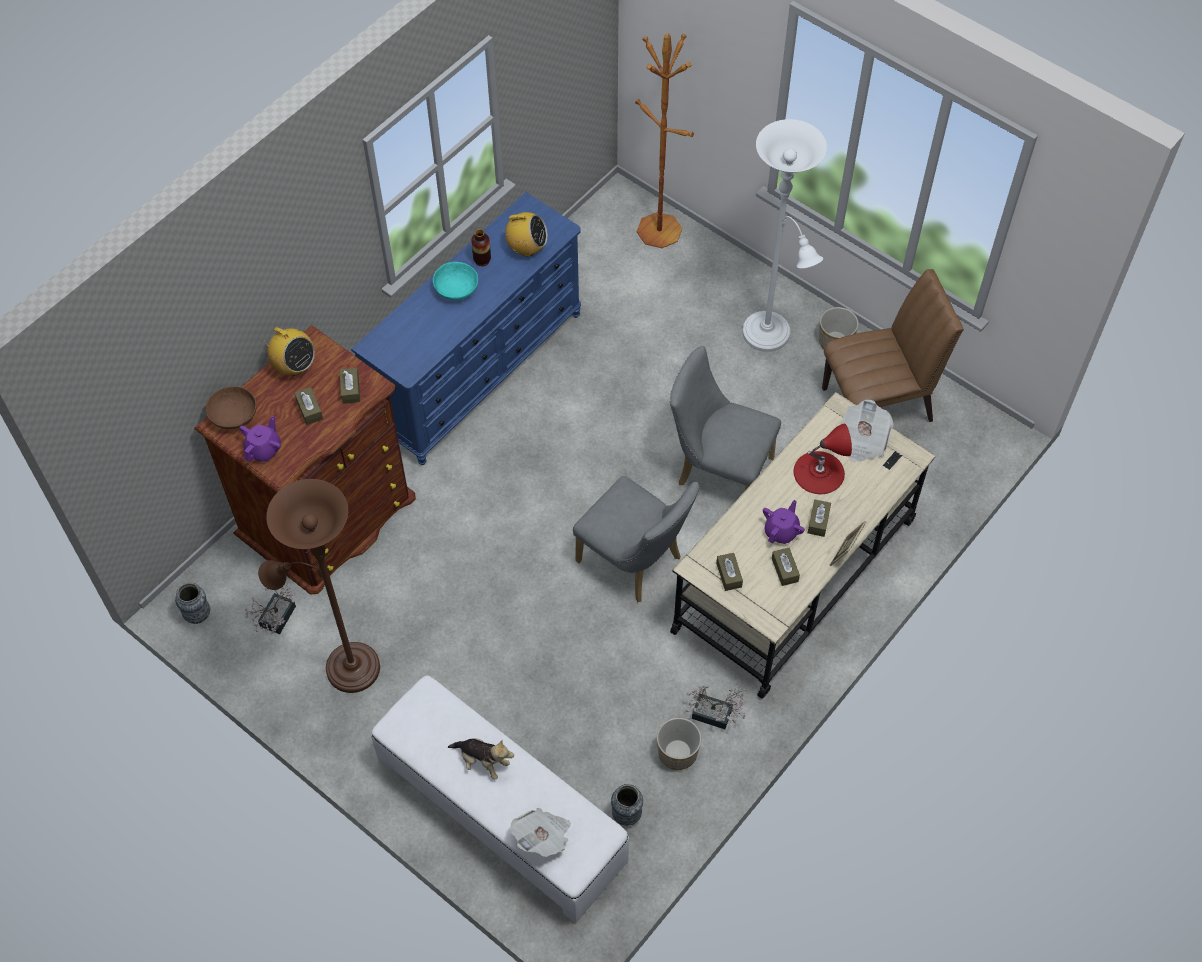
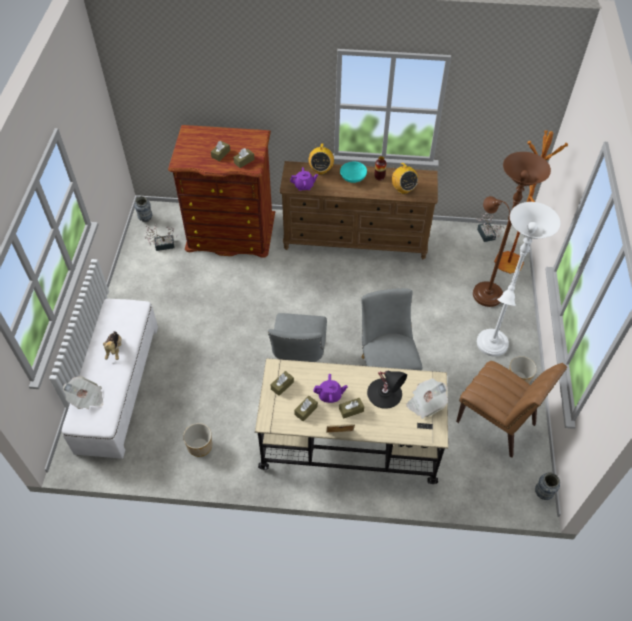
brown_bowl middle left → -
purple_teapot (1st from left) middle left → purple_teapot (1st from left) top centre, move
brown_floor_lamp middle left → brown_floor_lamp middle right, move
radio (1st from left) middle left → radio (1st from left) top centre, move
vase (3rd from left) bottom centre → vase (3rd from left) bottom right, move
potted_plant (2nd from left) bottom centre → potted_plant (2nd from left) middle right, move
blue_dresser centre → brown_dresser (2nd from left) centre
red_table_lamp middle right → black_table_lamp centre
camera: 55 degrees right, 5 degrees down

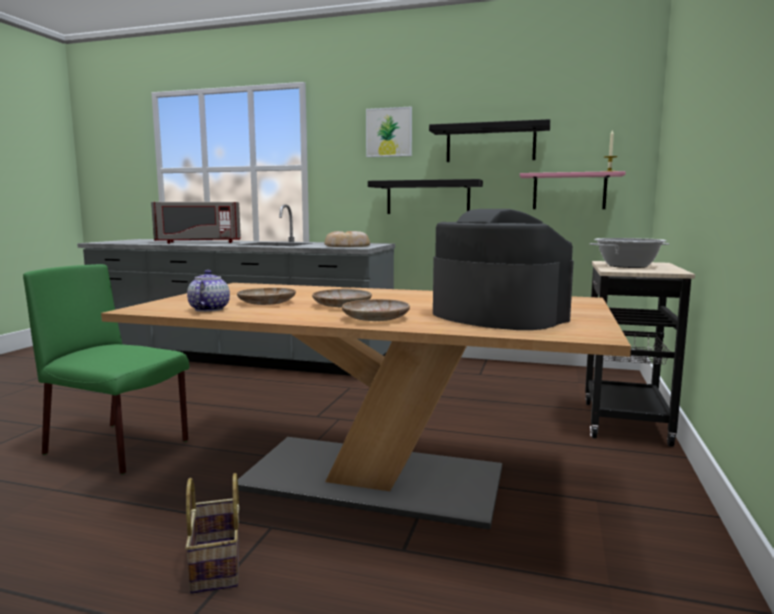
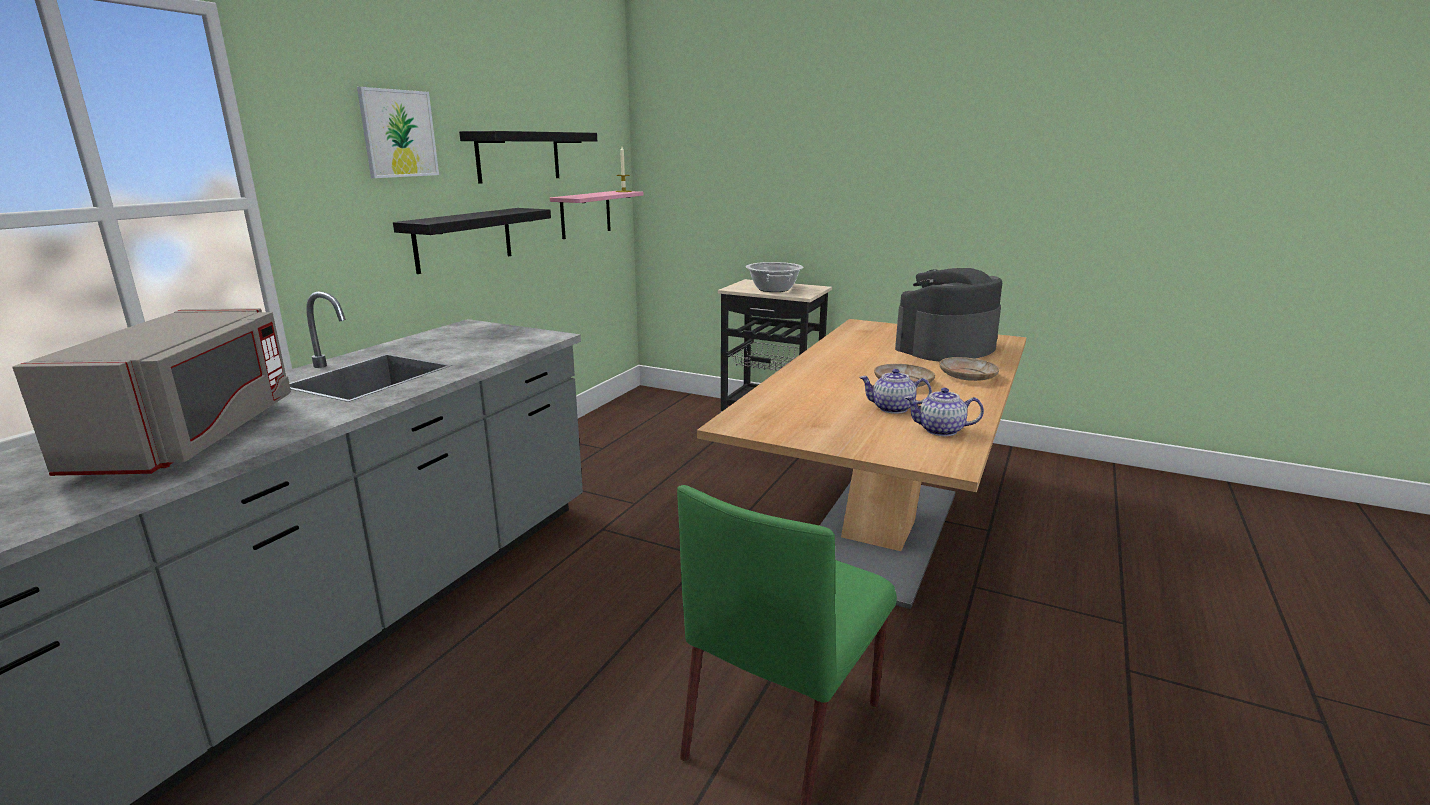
basket bottom left → -
bread centre → -
beige_plate (1st from left) centre → teapot (1st from left) centre
camera: 80 degrees left, 10 degrees up

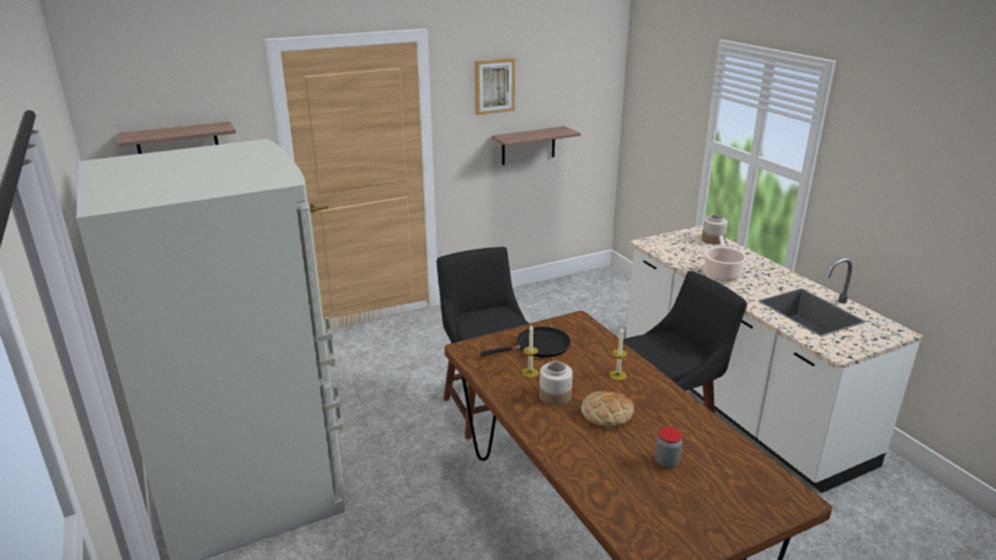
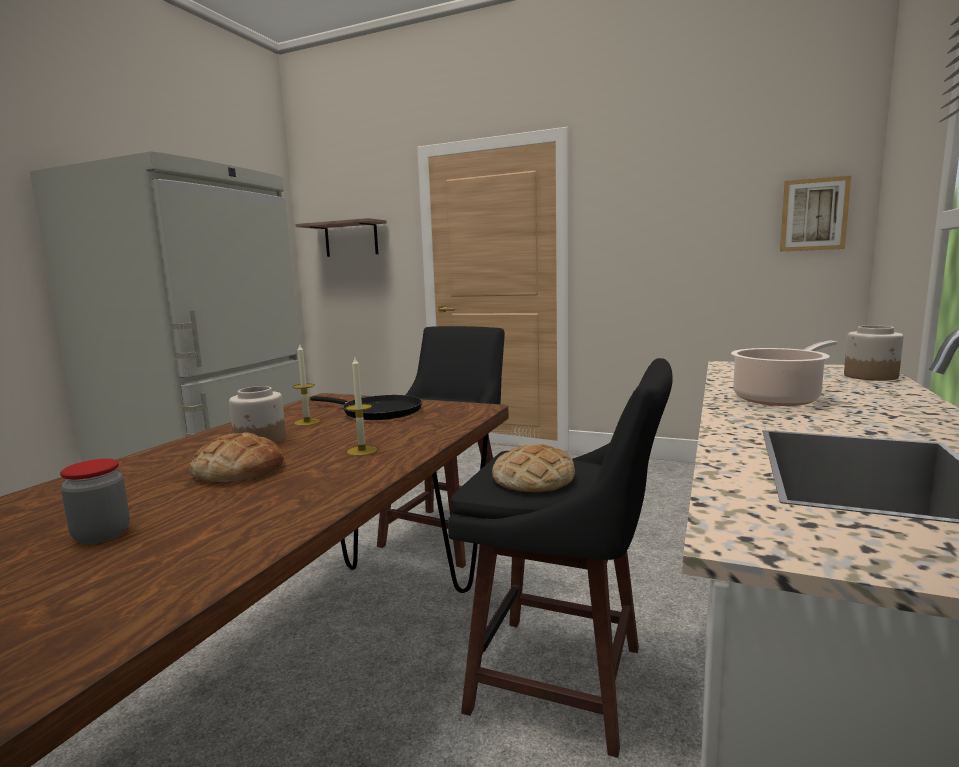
shelf (2nd from left) top centre → -
- → bread (2nd from left) centre
picture top centre → picture top right, move
camera: 50 degrees right, 15 degrees down

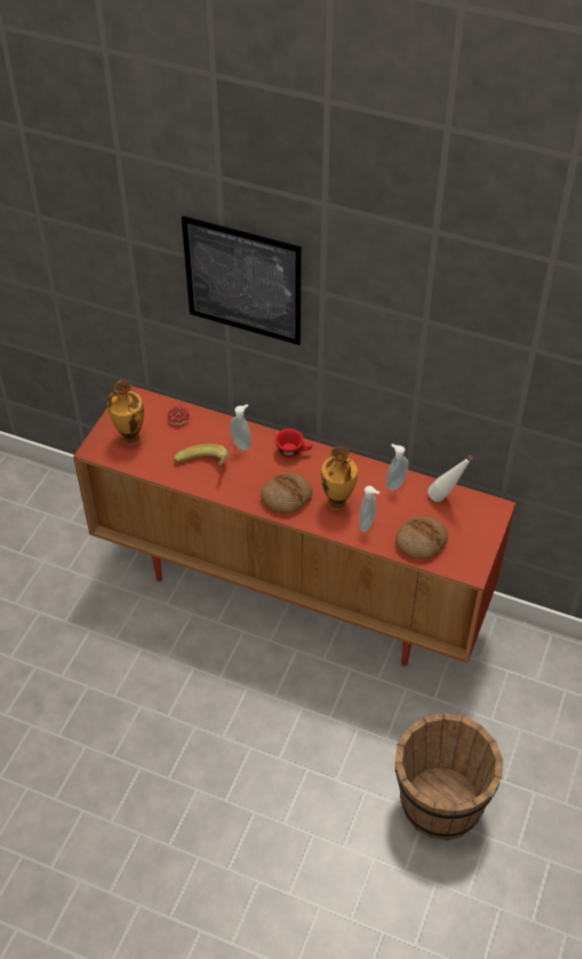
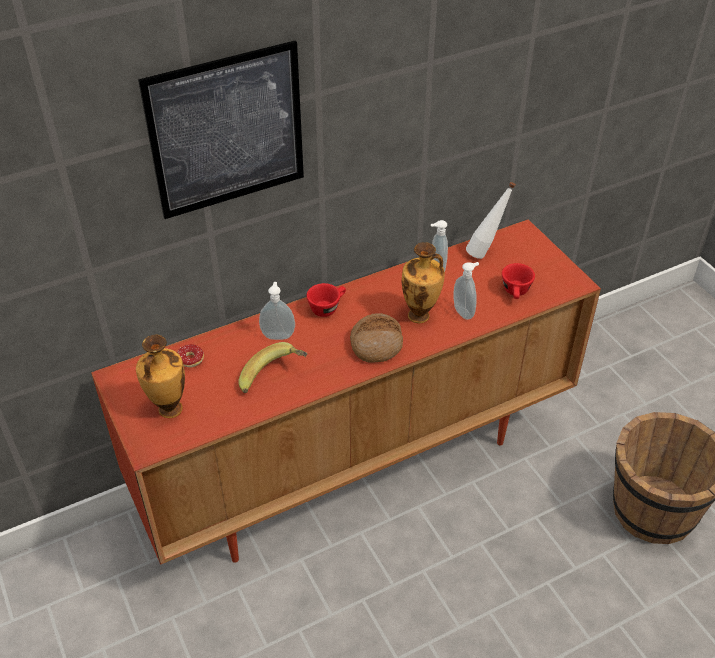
bread (2nd from left) middle right → red_cup (2nd from left) middle right
camera: 50 degrees left, 5 degrees down

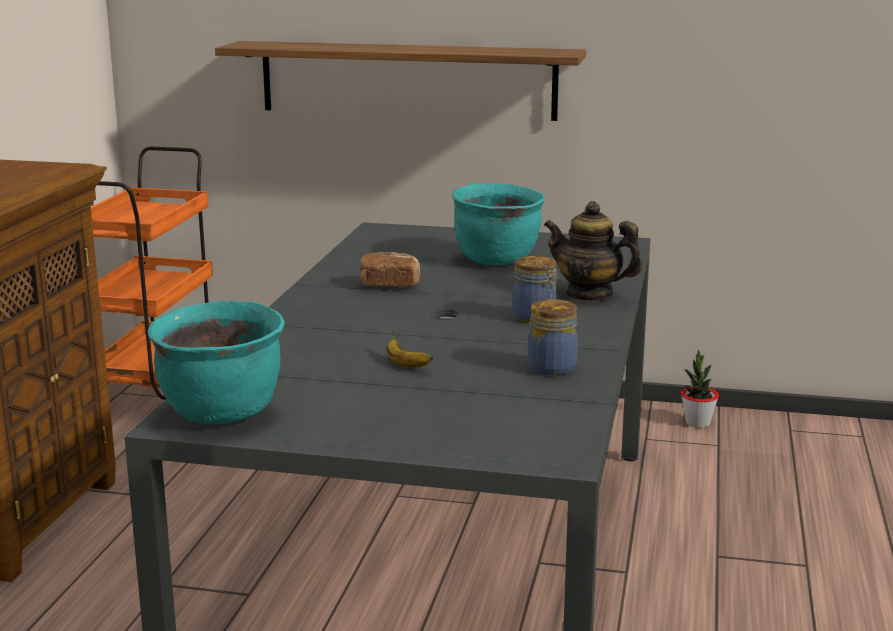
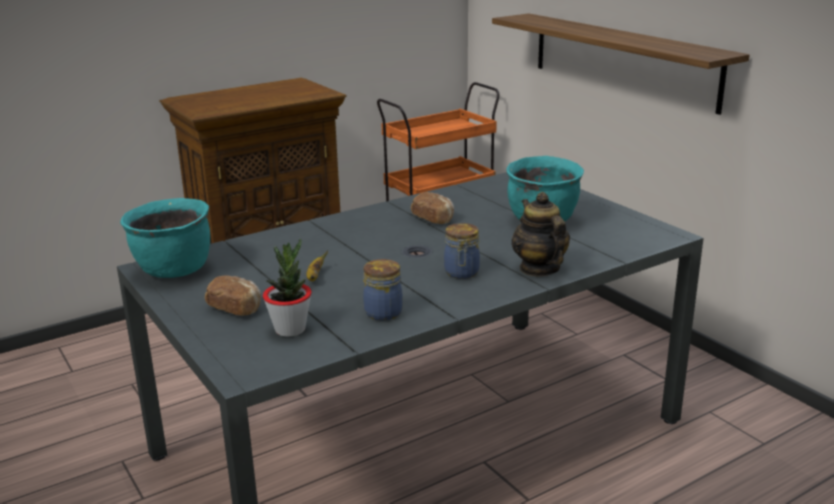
- → bread (1st from left) middle left
potted_plant middle right → potted_plant centre, move
camera: 45 degrees right, 5 degrees up

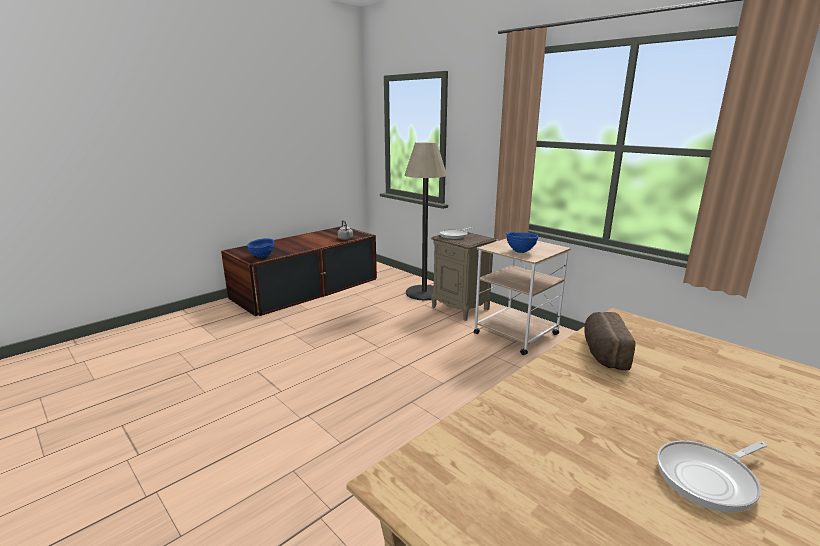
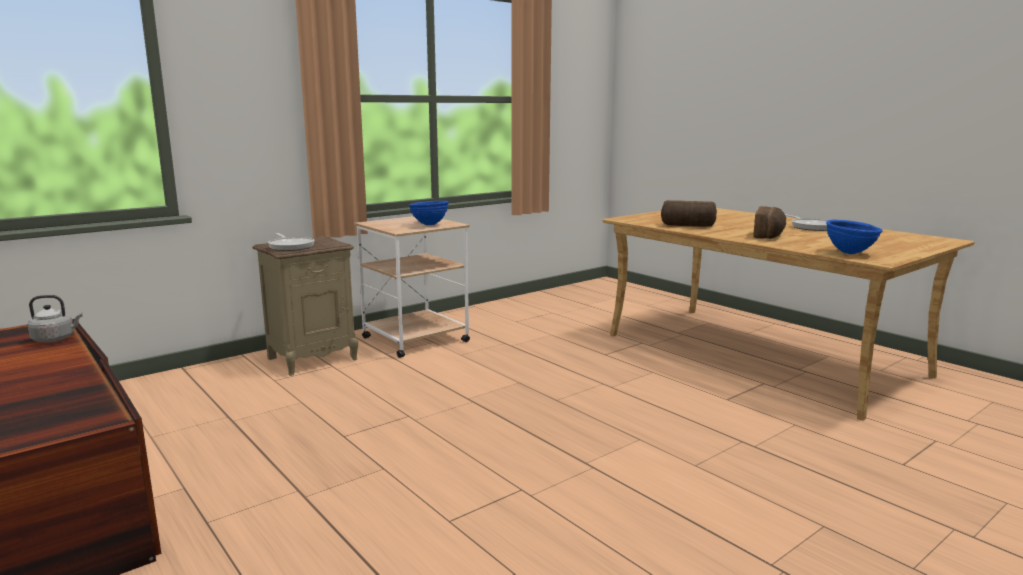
floor_lamp centre → -
- → bread (2nd from left) middle right
blue_bowl (1st from left in the first image) middle left → blue_bowl (2nd from left) middle right, move
camera: 85 degrees left, 5 degrees down

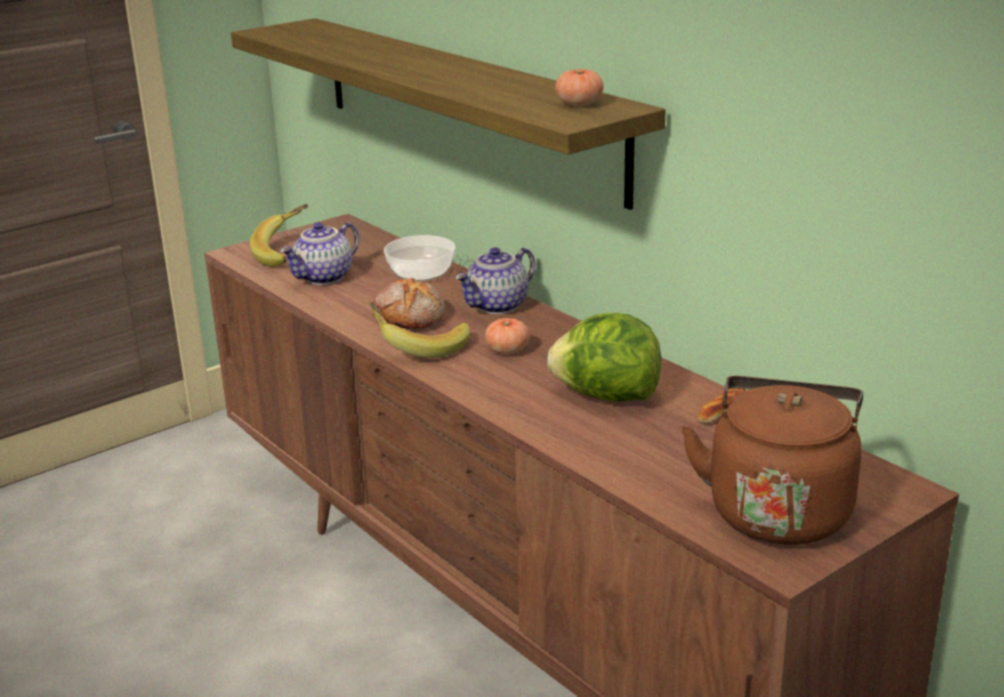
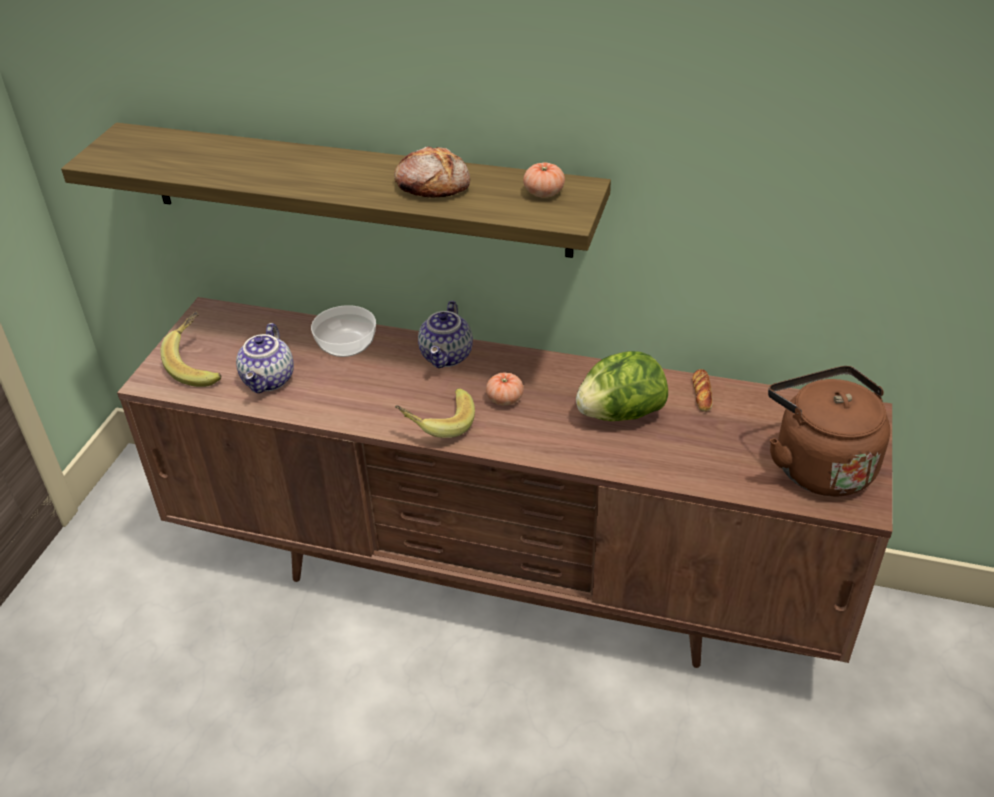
bread (1st from left) centre → bread (1st from left) top centre, move
camera: 35 degrees left, 15 degrees up

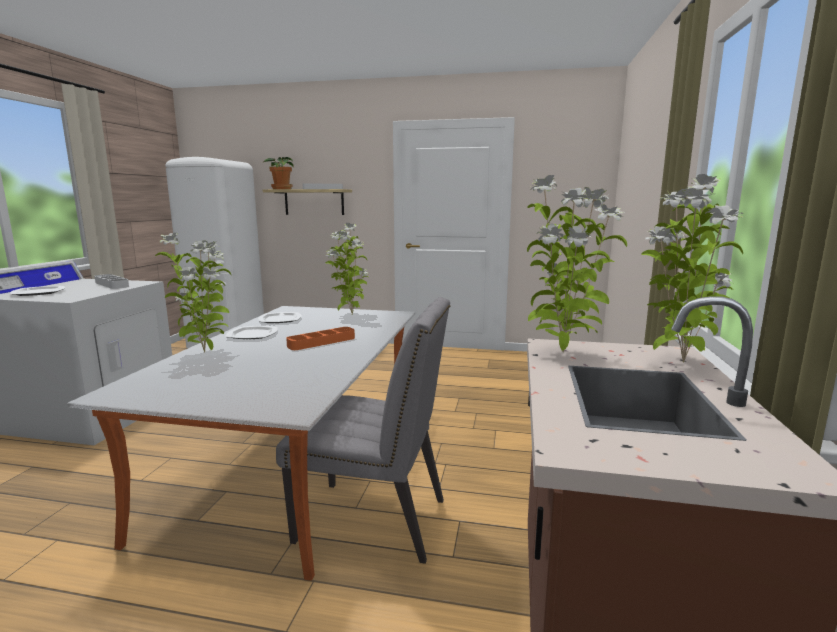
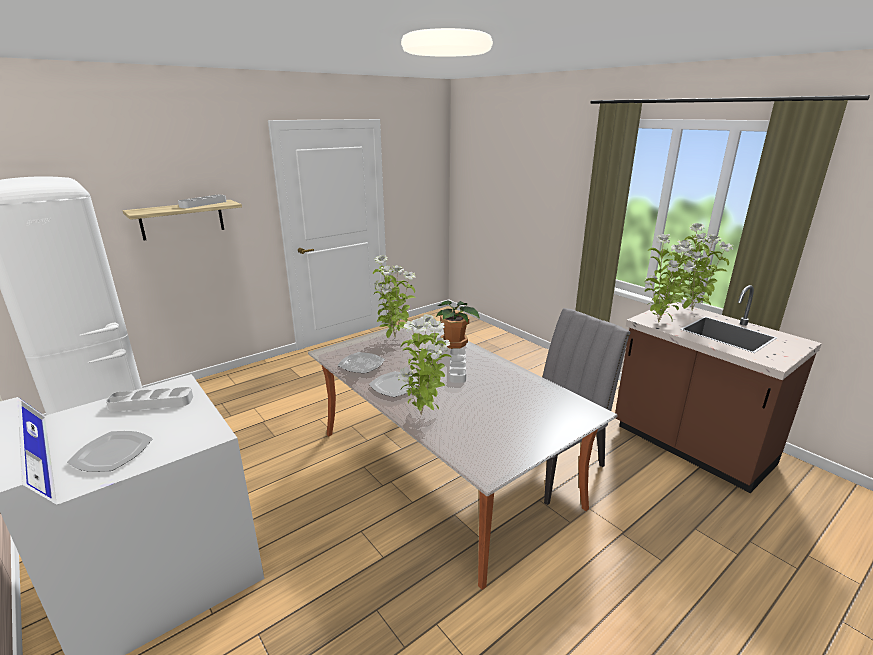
potted_plant (2nd from left in the first image) top centre → potted_plant (3rd from left) centre, move
orange_tray centre → grey_tray (3rd from left) centre
camera: 50 degrees left, 10 degrees up

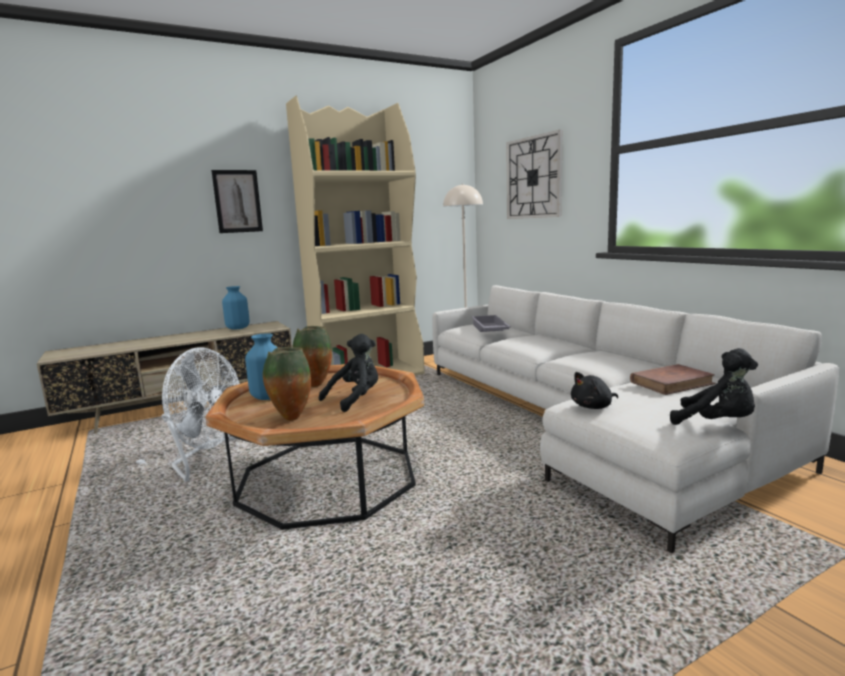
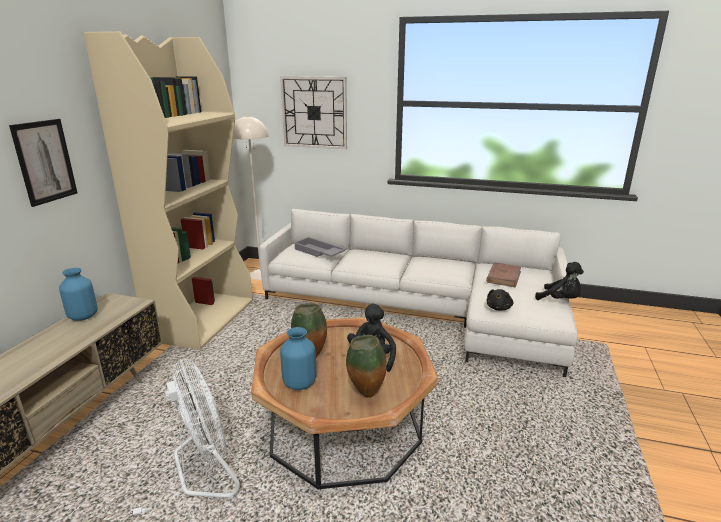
black_plush_toy (3rd from left) middle right, 45 degrees clockwise
camera: 45 degrees left, 10 degrees up

